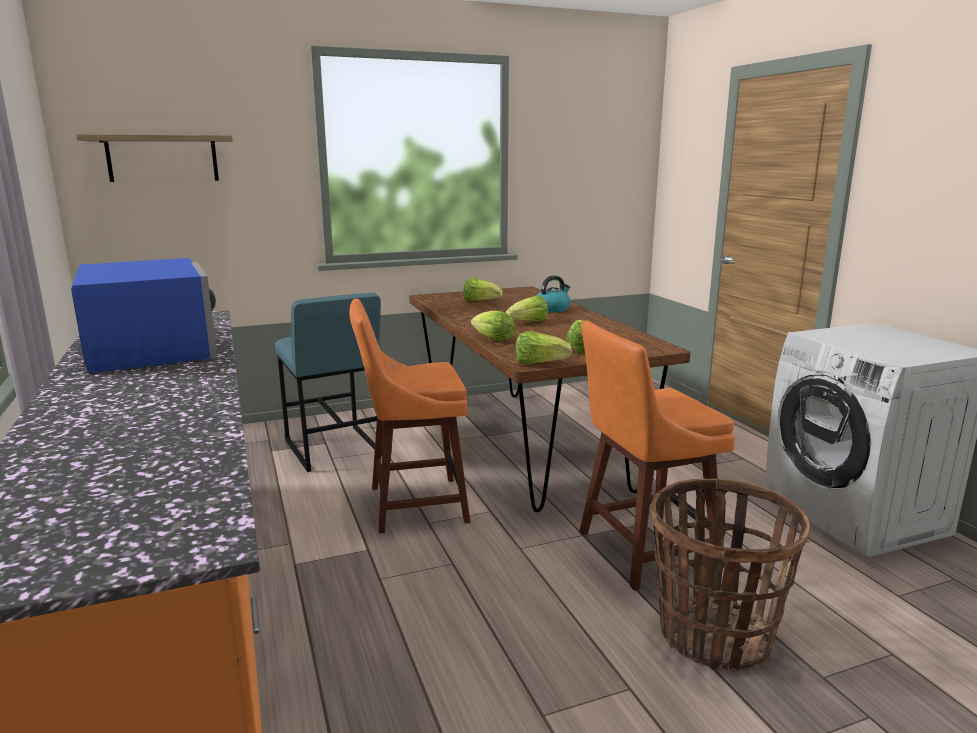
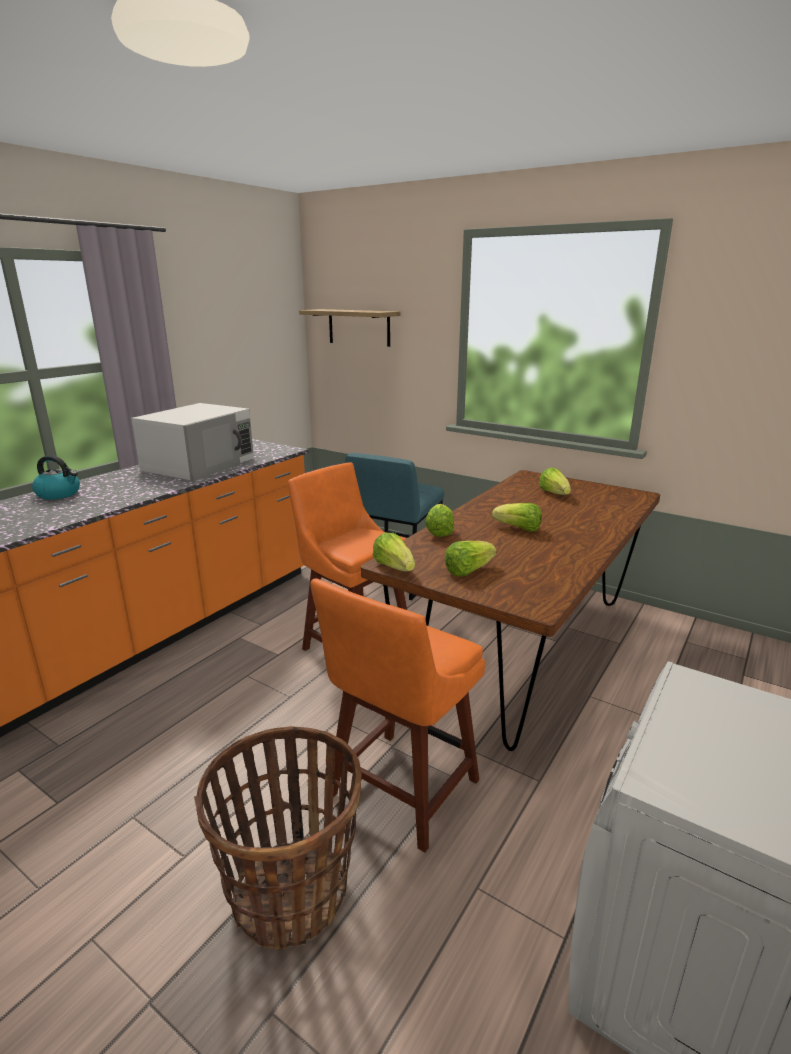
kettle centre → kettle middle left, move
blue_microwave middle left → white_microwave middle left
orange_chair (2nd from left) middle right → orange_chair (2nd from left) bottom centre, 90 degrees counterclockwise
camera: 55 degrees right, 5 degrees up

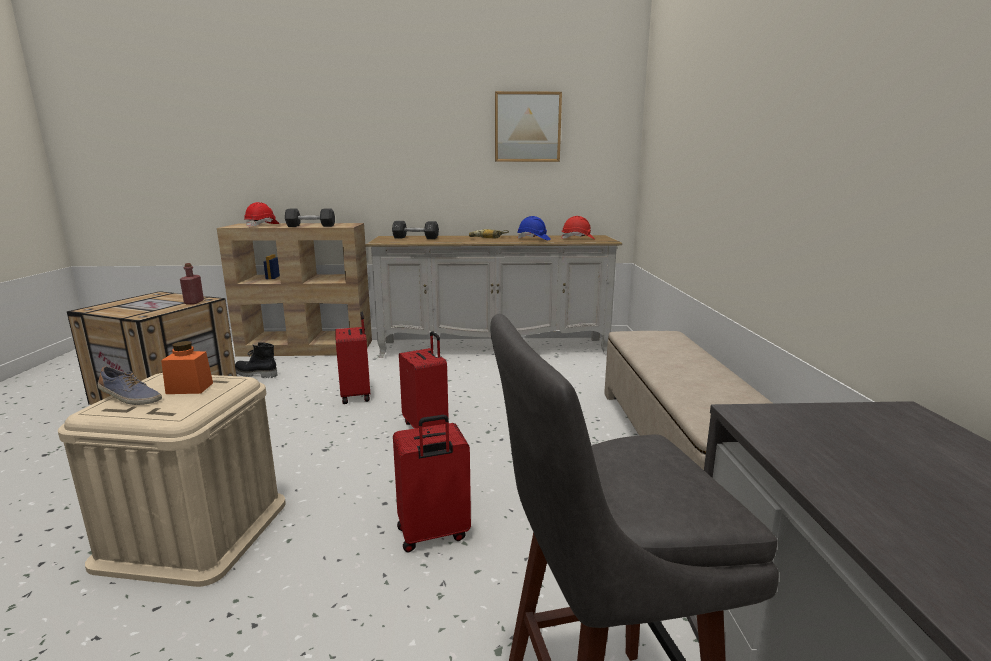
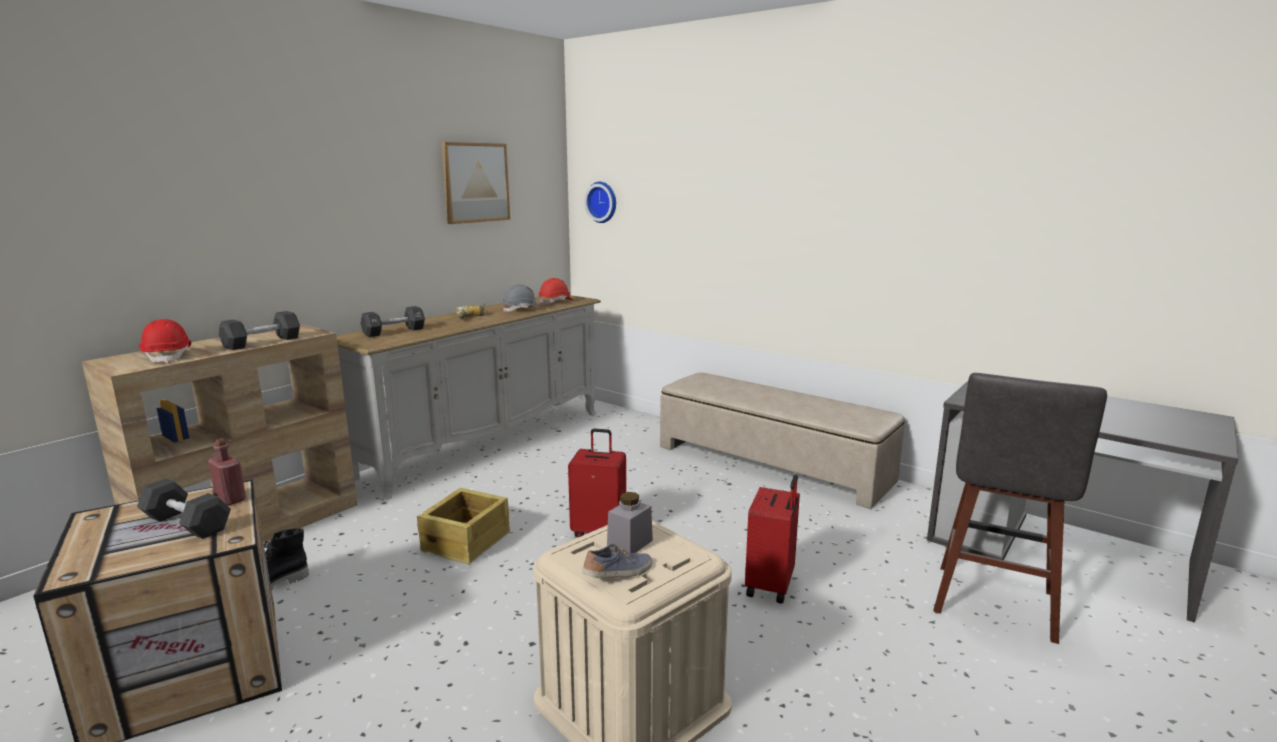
- → black_dumbbell (1st from left) bottom left
- → wall_clock top centre
red_suitcase (1st from left) centre → crate (2nd from left) bottom centre
orange_jar middle left → grey_jar bottom centre
blue_hard_hat centre → grey_hard_hat centre
camera: 50 degrees left, 0 degrees up

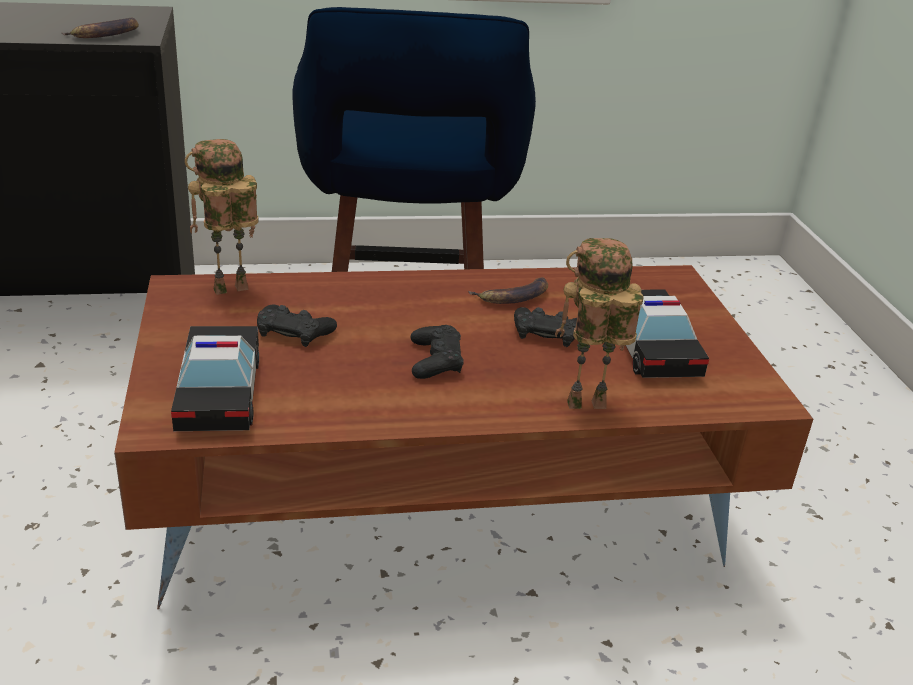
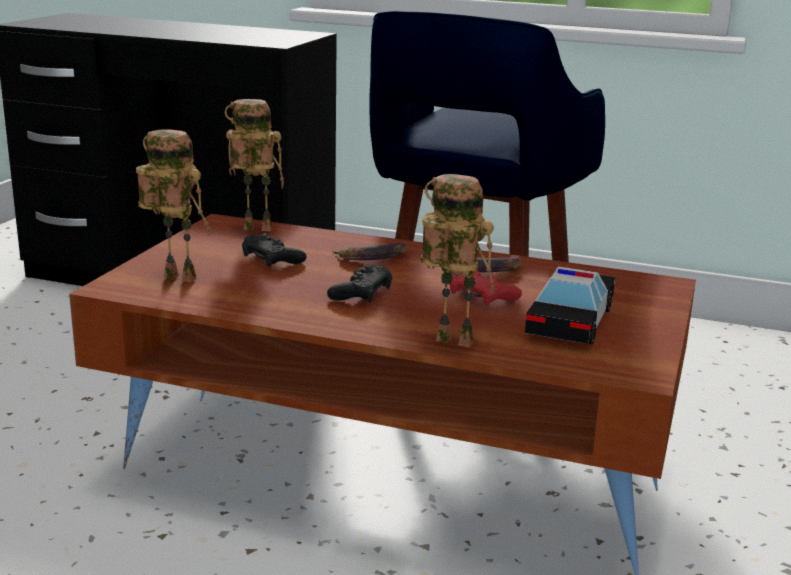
banana (1st from left) top left → banana (1st from left) centre, move
toy_car (1st from left) middle left → toy_robot (1st from left) middle left
black_game_controller (3rd from left) centre → red_game_controller centre
camera: 30 degrees right, 10 degrees down

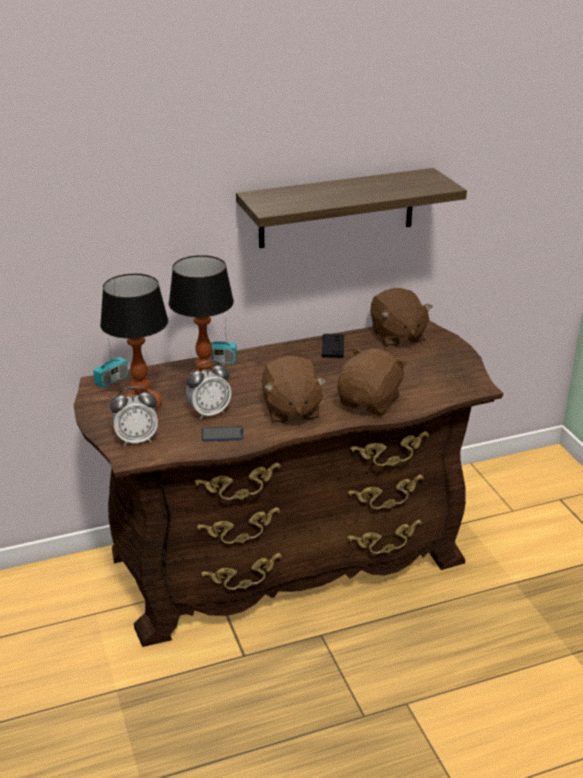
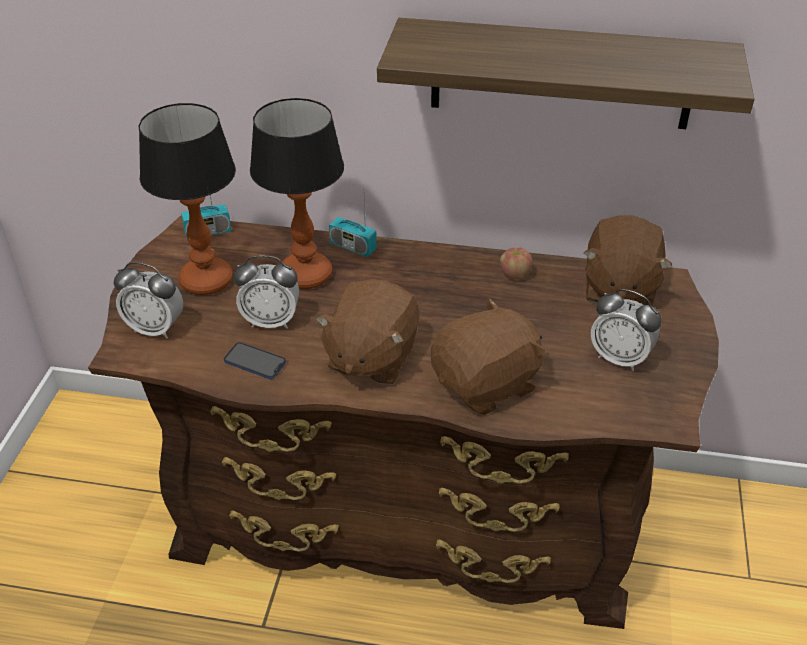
- → alarm_clock (3rd from left) middle right
black_game_controller centre → apple centre
camera: 30 degrees right, 10 degrees up

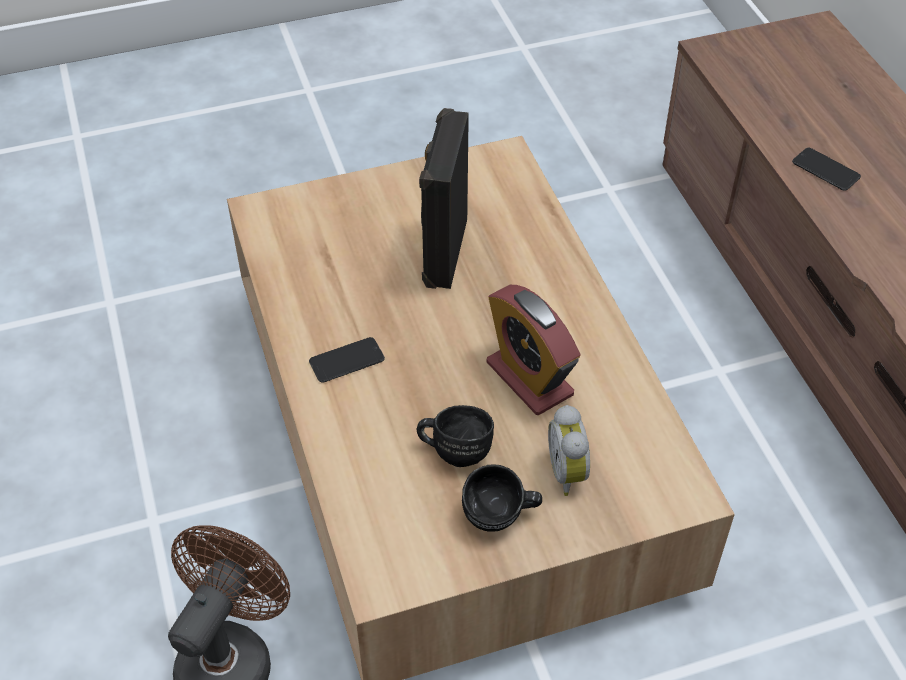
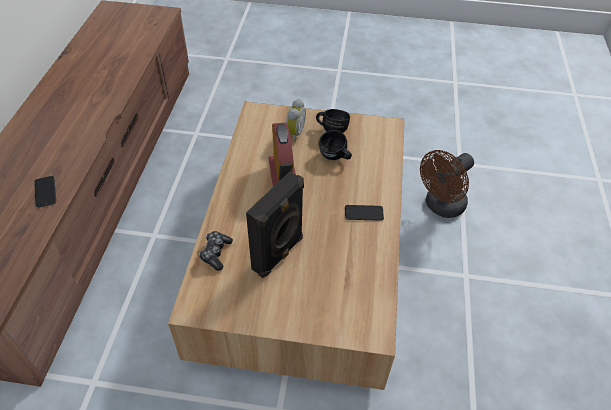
- → game_controller centre
camera: 155 degrees left, 0 degrees up

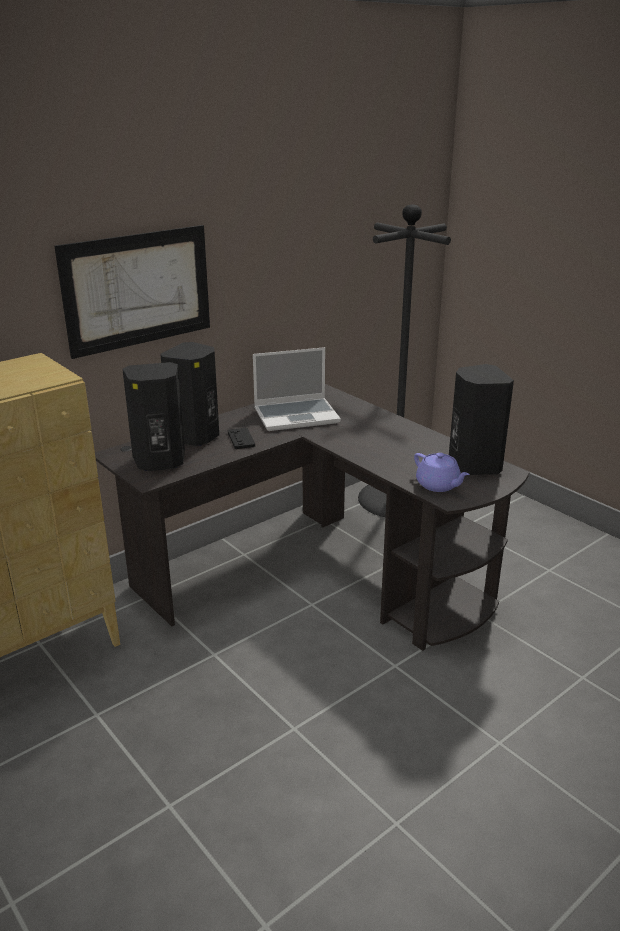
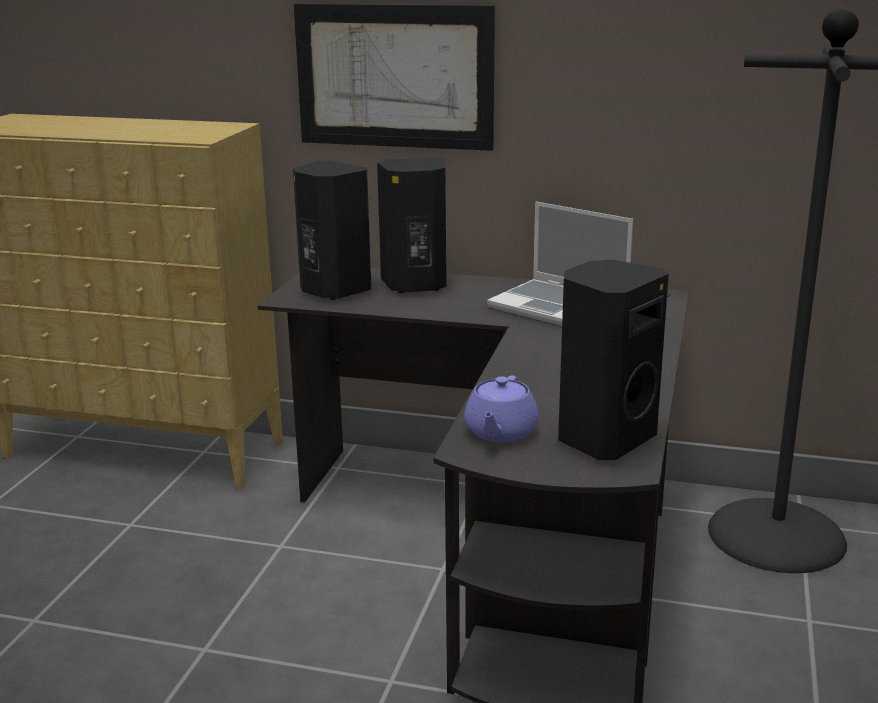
black_game_controller centre → -
camera: 55 degrees right, 5 degrees down

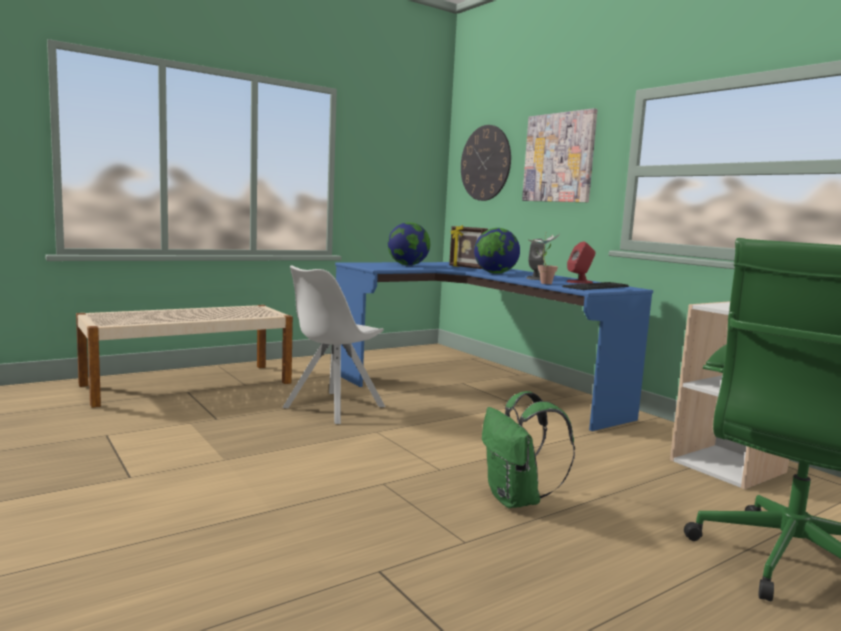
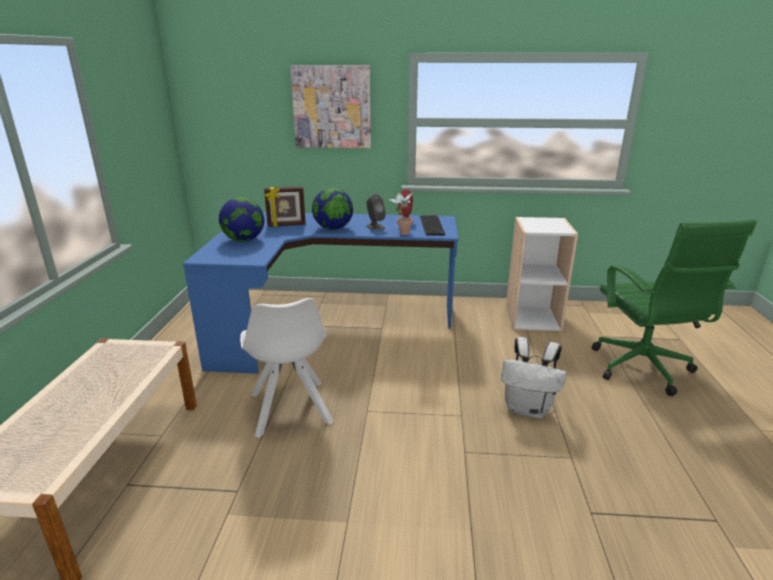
wall_clock top centre → -
green_backpack bottom centre → white_backpack middle right
camera: 50 degrees left, 15 degrees up

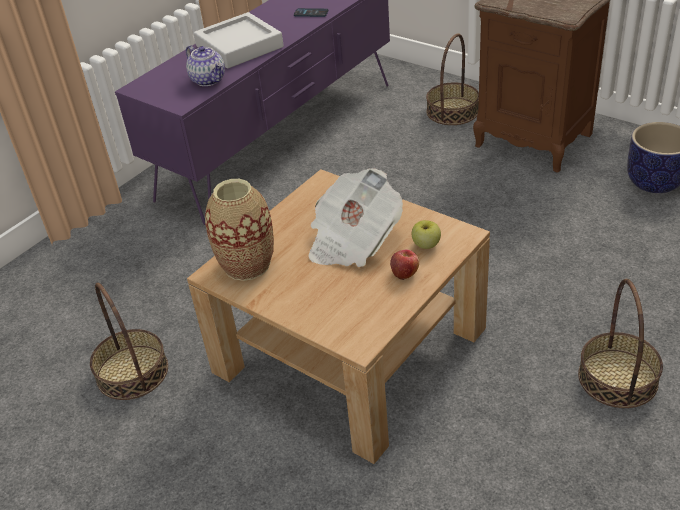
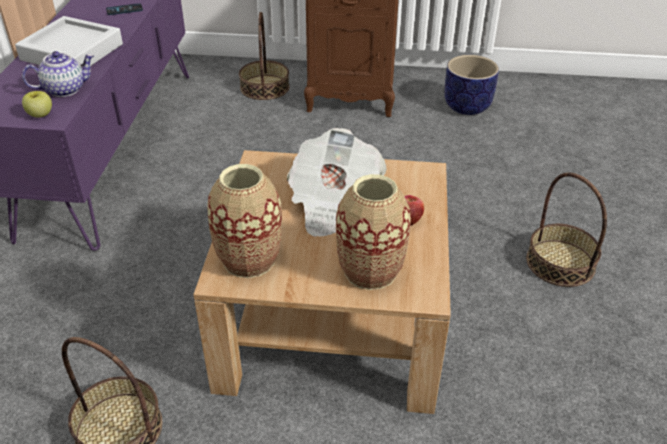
- → vase (2nd from left) centre
apple (2nd from left in the first image) centre → apple (1st from left) top left, move
teapot top left, 45 degrees counterclockwise
camera: 35 degrees left, 0 degrees up

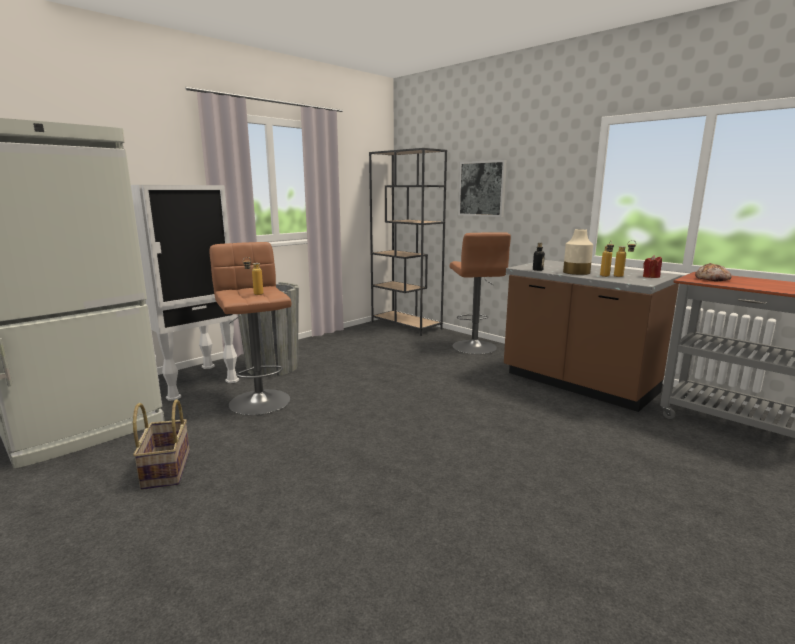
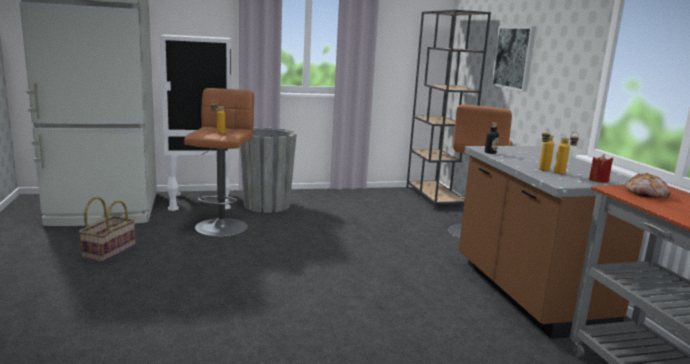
beige_vase middle right → -
camera: 30 degrees right, 0 degrees up

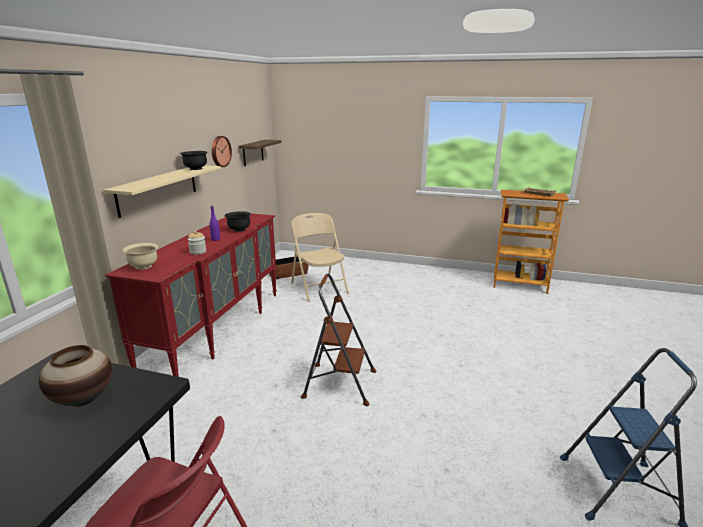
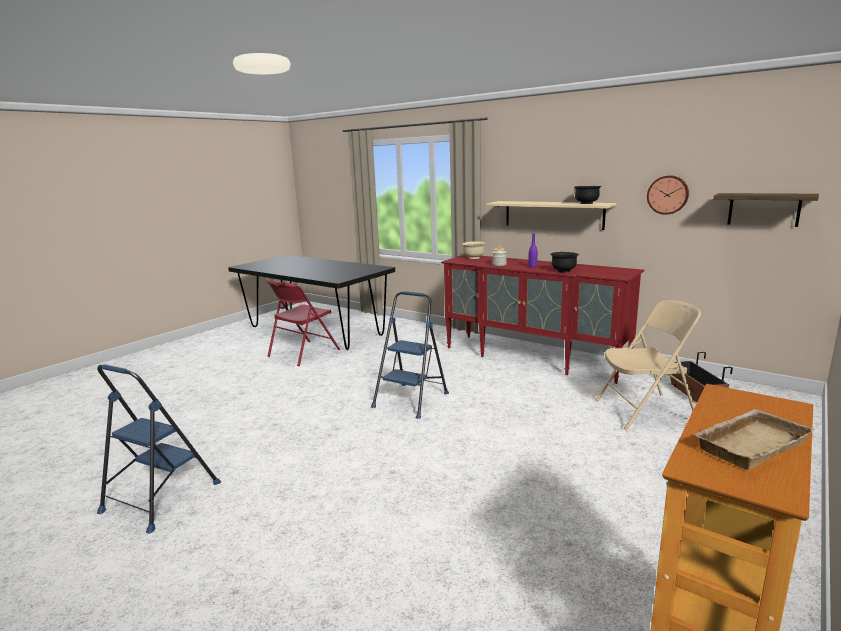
vase bottom left → -
brown_step_ladder centre → blue_step_ladder (2nd from left) centre
camera: 110 degrees right, 5 degrees down

